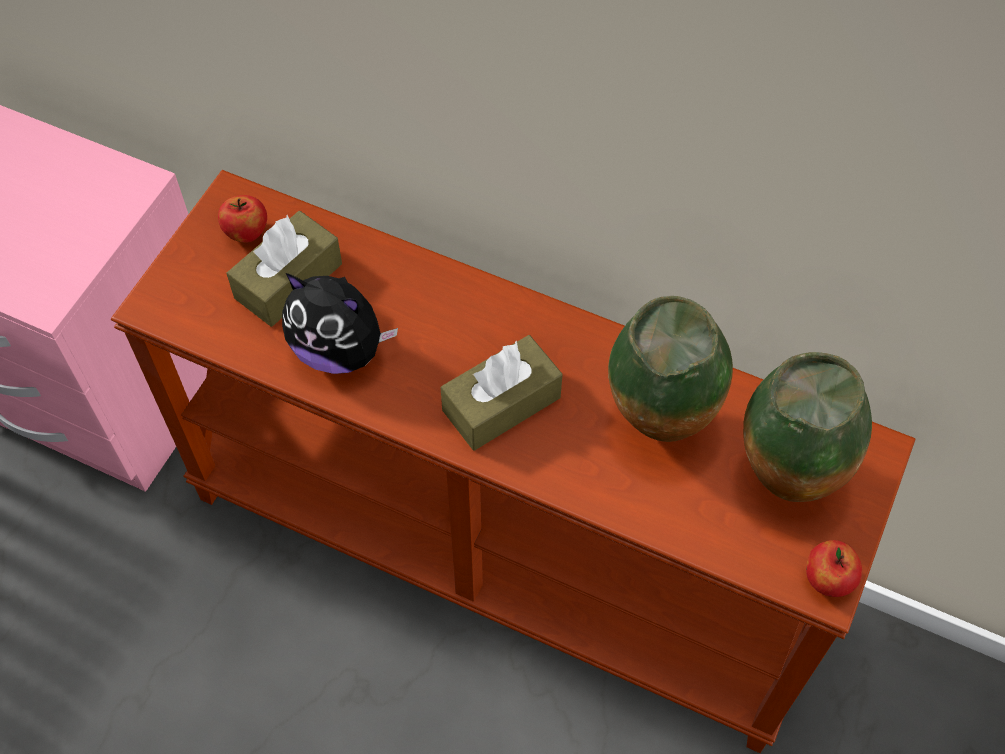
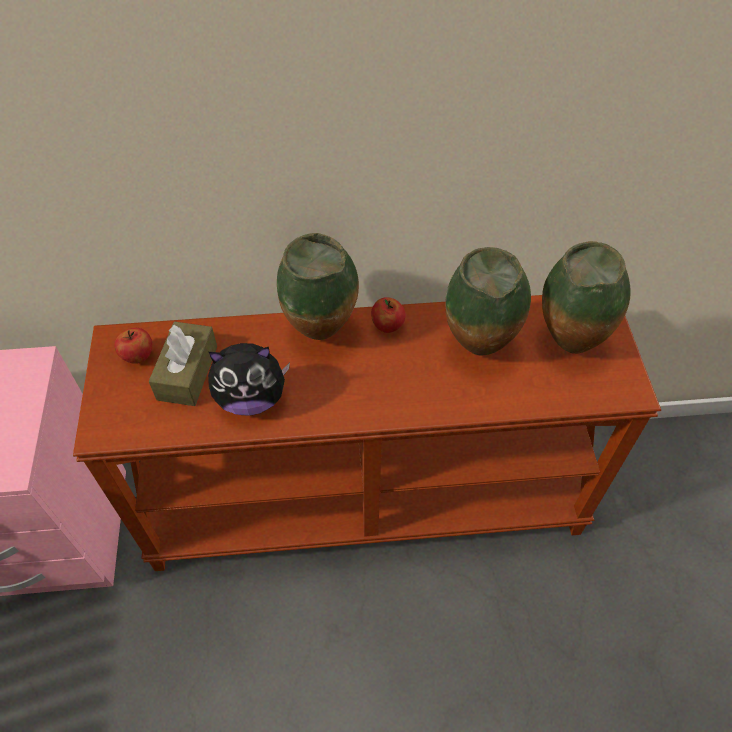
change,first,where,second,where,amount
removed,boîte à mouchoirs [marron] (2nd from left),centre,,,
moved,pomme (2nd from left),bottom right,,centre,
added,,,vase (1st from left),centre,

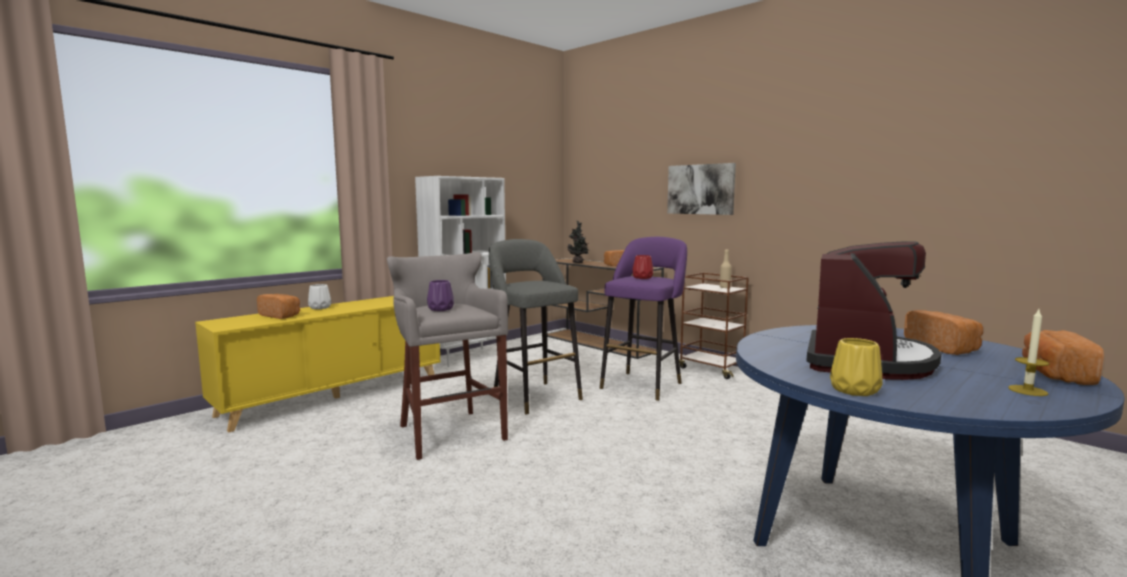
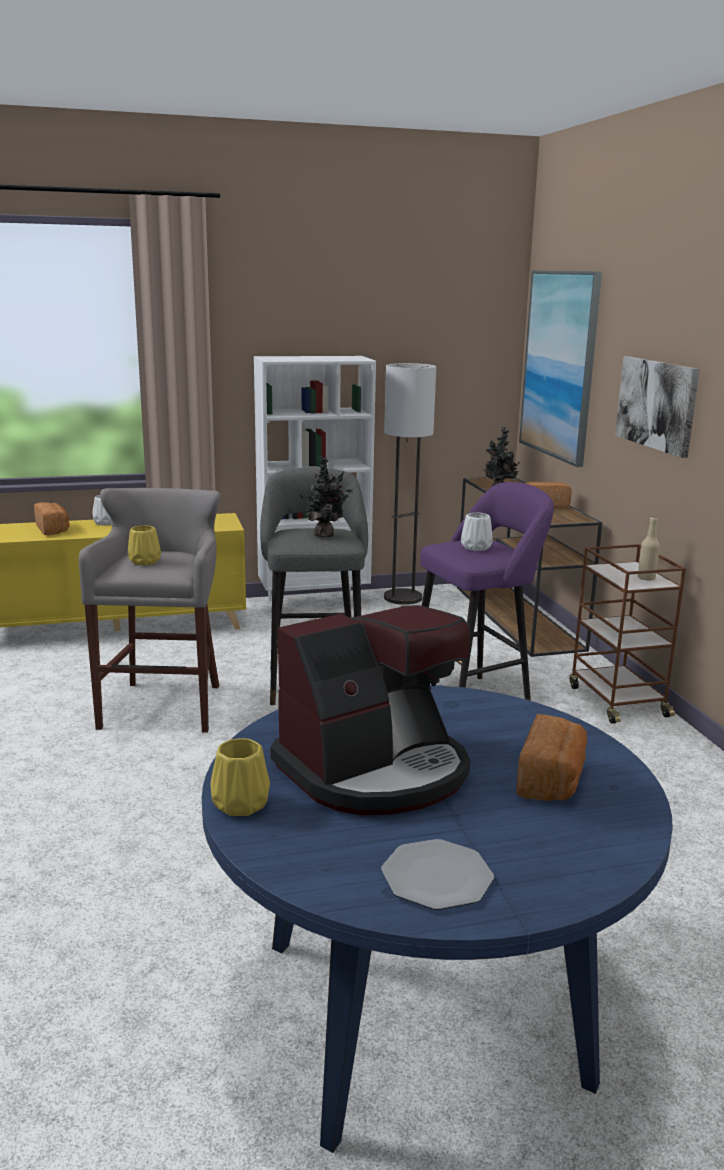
change,first,where,second,where,amount
recoloured,vase [rouge],centre,vase [blanc] (2nd from left),centre,
recoloured,vase [violet],centre,vase [jaune] (1st from left),middle left,
replaced,bougie,middle right,assiette,bottom centre,
removed,pain (4th from left),middle right,,,
added,,,tableau (1st from left),top right,
added,,,lampadaire,centre,
added,,,plante en pot (1st from left),centre,

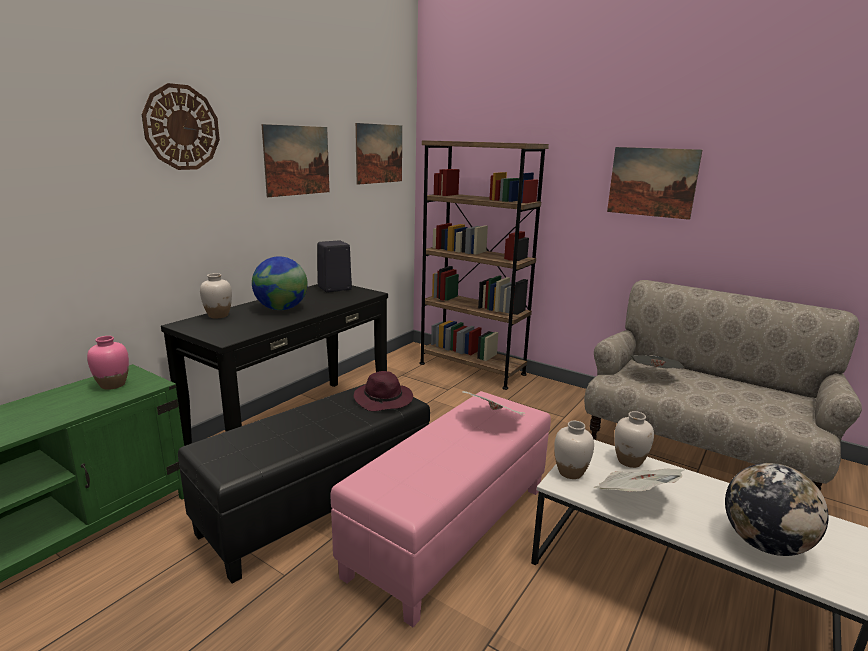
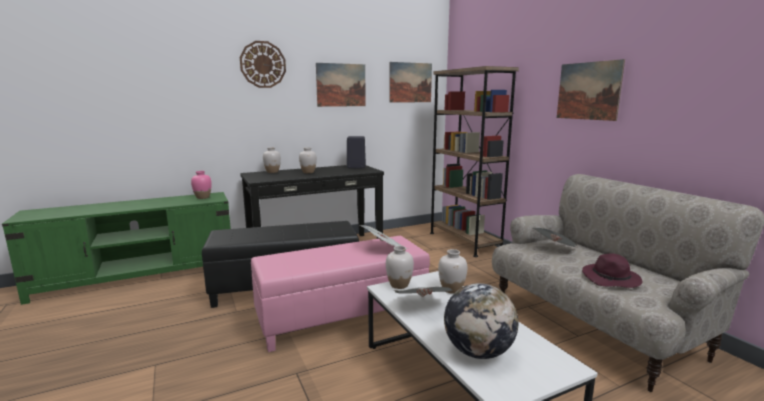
change,first,where,second,where,amount
replaced,globe (1st from left),middle left,vase [blanc] (2nd from left),centre,
moved,chapeau [violet],centre,,bottom right,

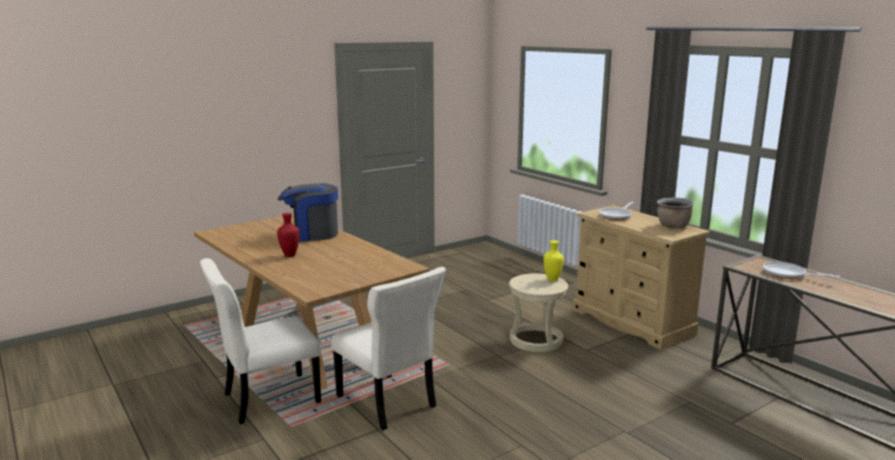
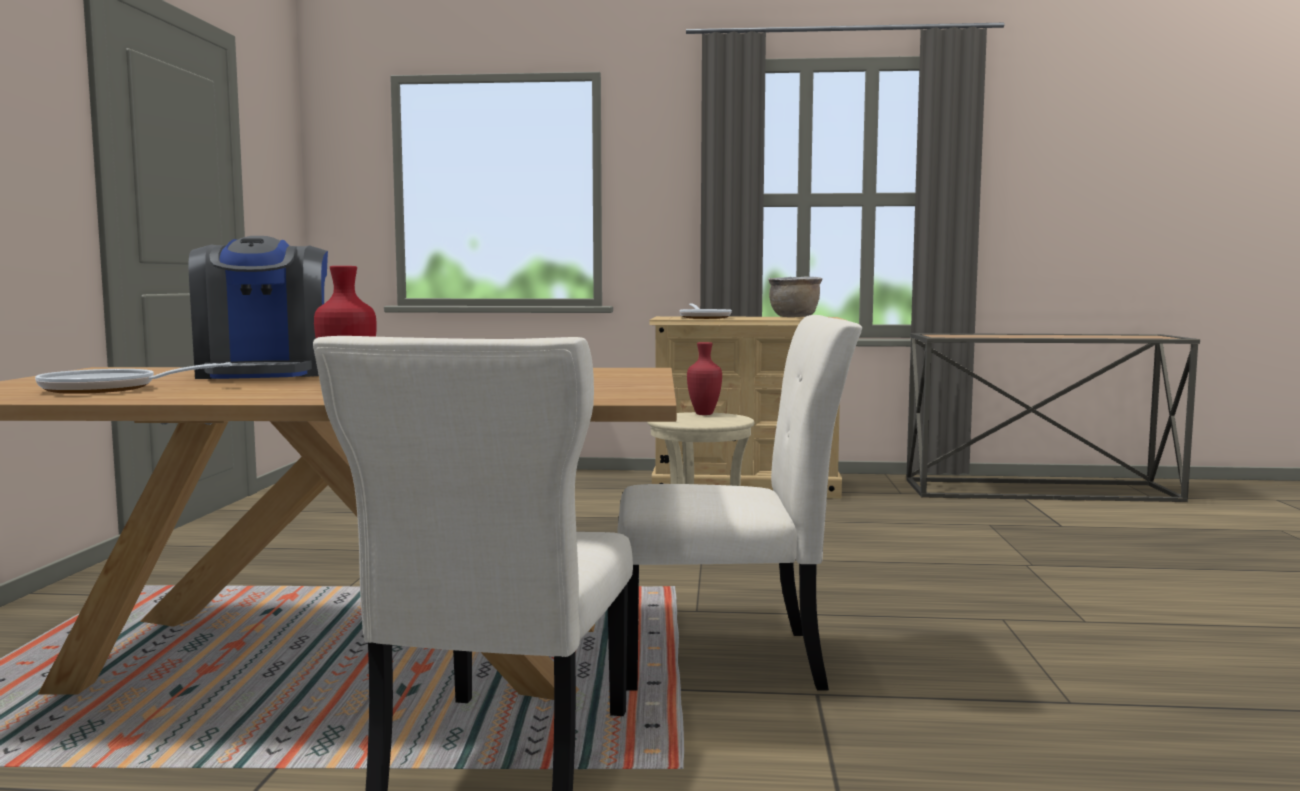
change,first,where,second,where,amount
turned,machine à café,centre,,middle left,45 degrees counterclockwise
recoloured,vase [jaune],centre,vase [rouge] (2nd from left),centre,
moved,poêle (2nd from left in the first image),middle right,poêle (1st from left),middle left,

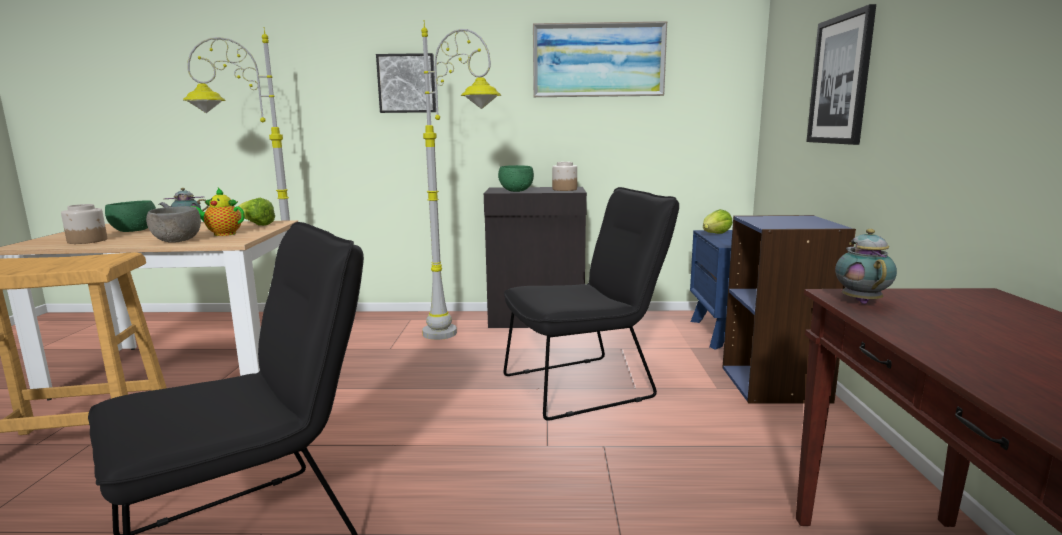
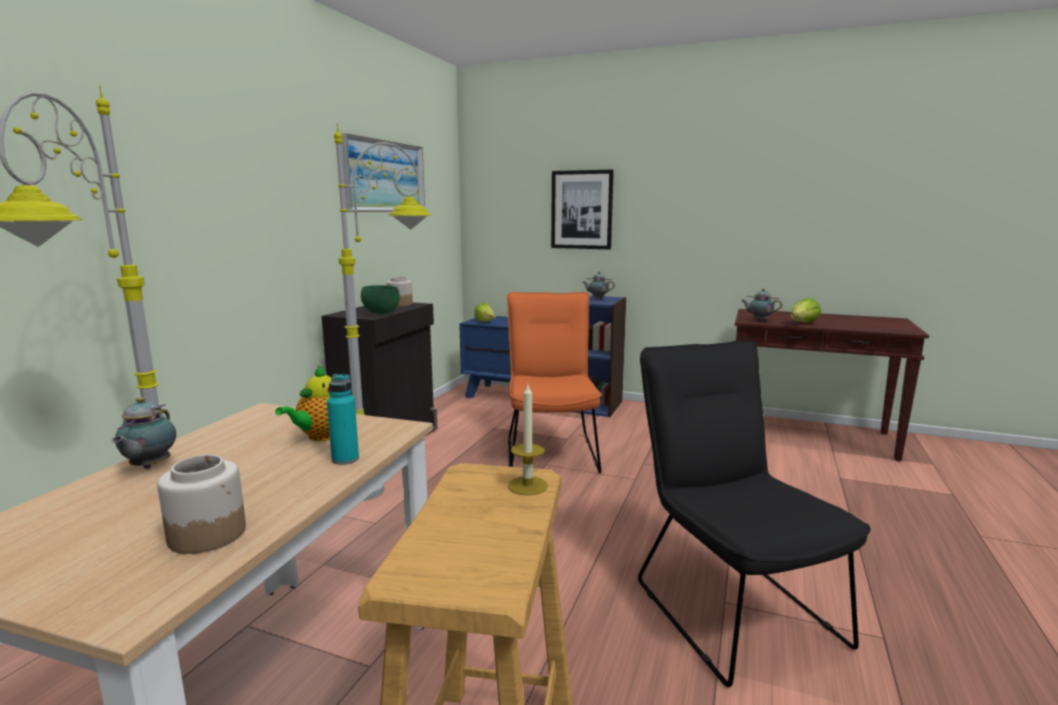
change,first,where,second,where,amount
removed,tableau (1st from left),top centre,,,
recoloured,chaise [noir] (2nd from left),centre,chaise [orange],centre,
moved,laitue (1st from left in the first image),middle left,laitue (2nd from left),middle right,
removed,bol [vert] (1st from left),middle left,,,
replaced,bol [gris],middle left,bouteille [turquoise],middle left,
added,,,théière (3rd from left),centre,
added,,,bougie,centre,

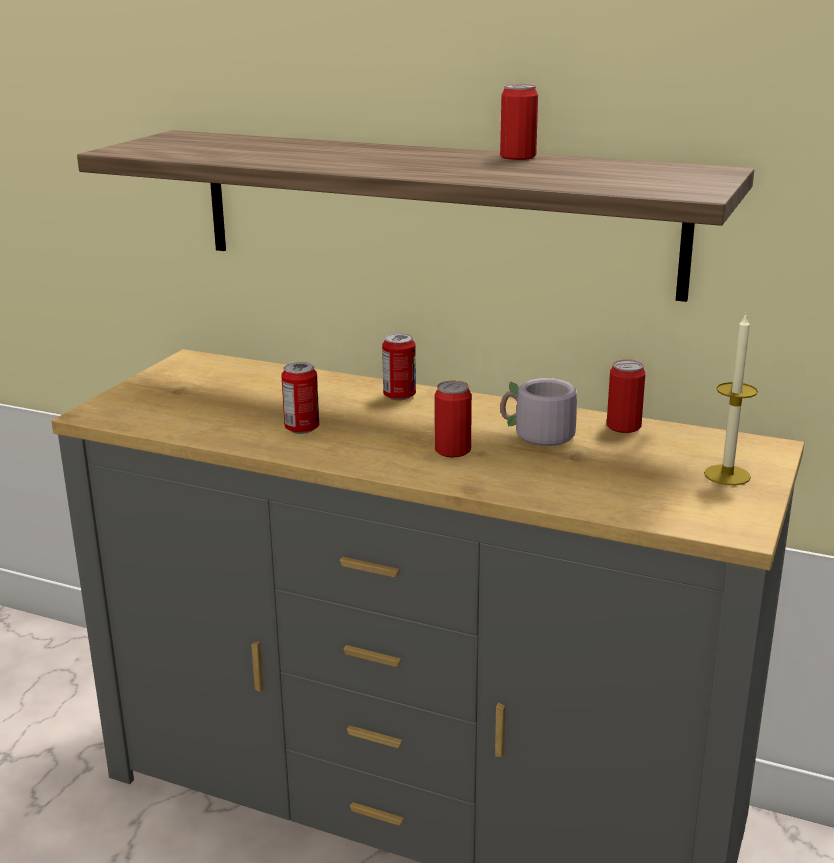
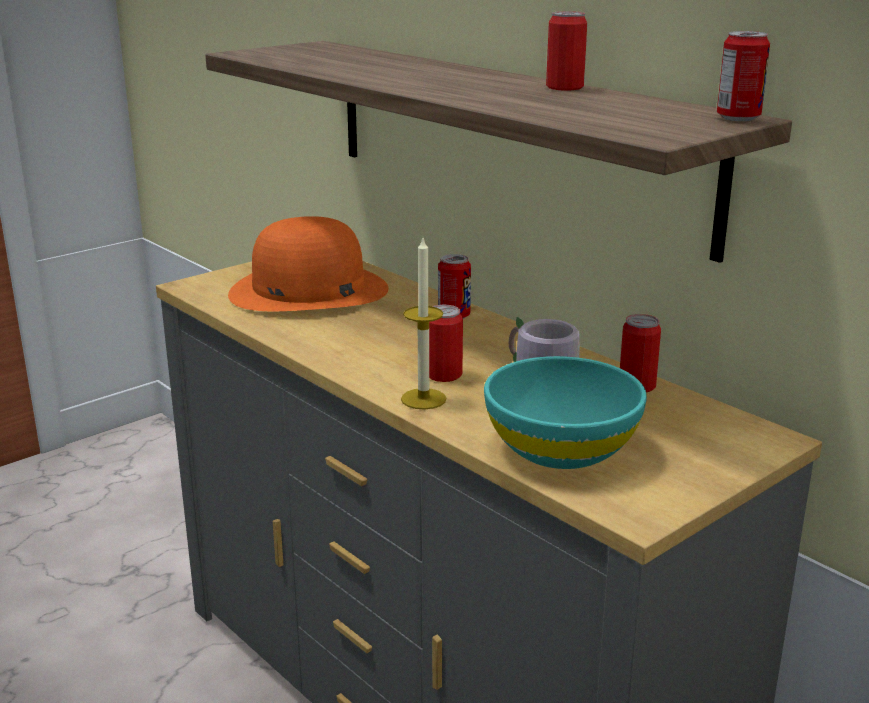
change,first,where,second,where,amount
moved,bougie,middle right,,centre,
moved,boîte métallique (1st from left in the first image),centre,boîte métallique (5th from left),top right,
added,,,chapeau [orange],centre,
added,,,bol [turquoise],centre,

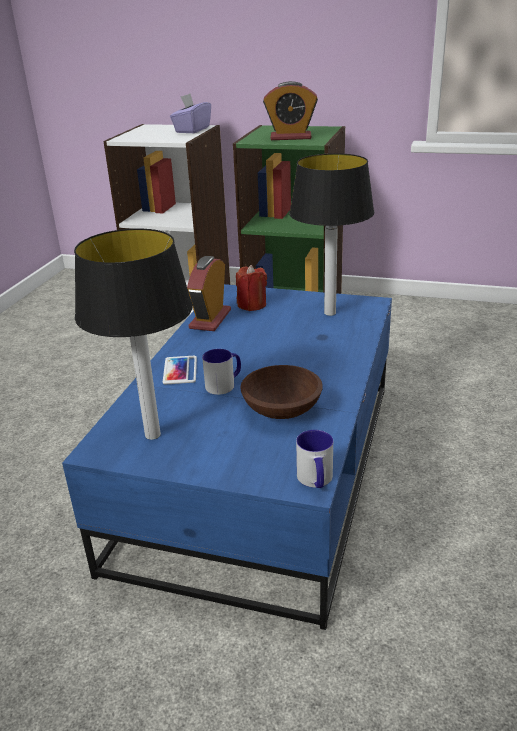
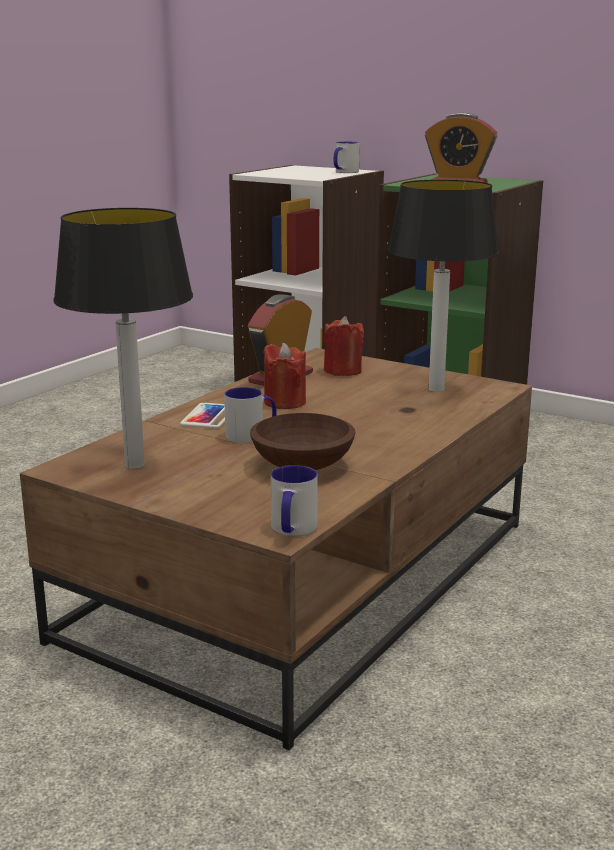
change,first,where,second,where,amount
replaced,boîte à mouchoirs [violet],top centre,mug (3rd from left),top centre,
recoloured,table basse [bleu],centre,table basse [marron],centre,
added,,,bougie [rouge] (1st from left),centre,

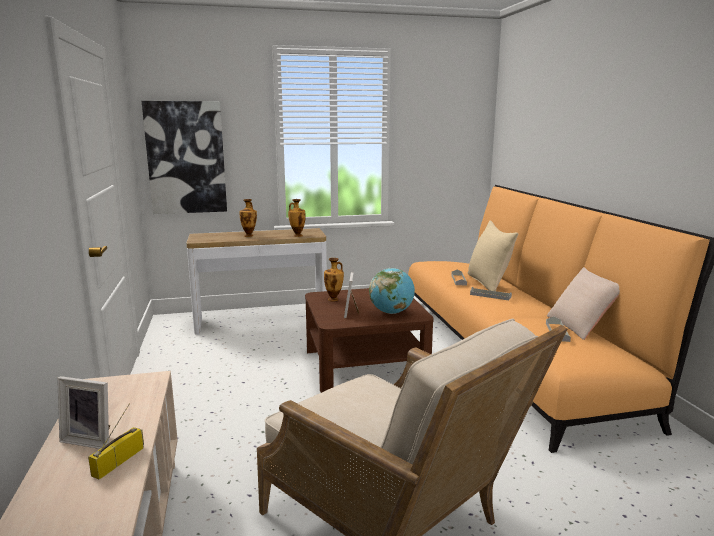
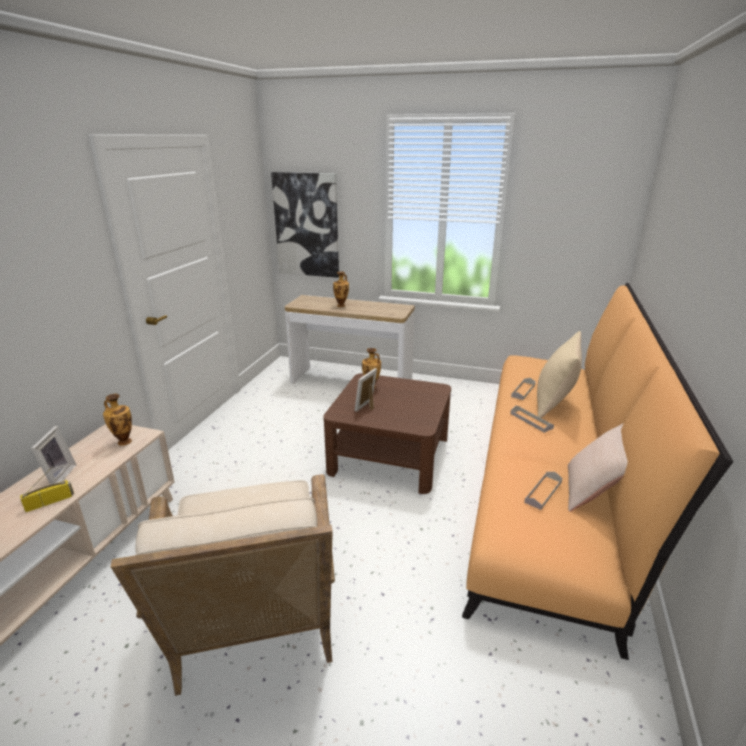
change,first,where,second,where,amount
moved,vase (2nd from left in the first image),centre,vase (1st from left),middle left,
removed,globe,centre,,,
turned,cadre photo (1st from left),bottom left,,middle left,135 degrees counterclockwise

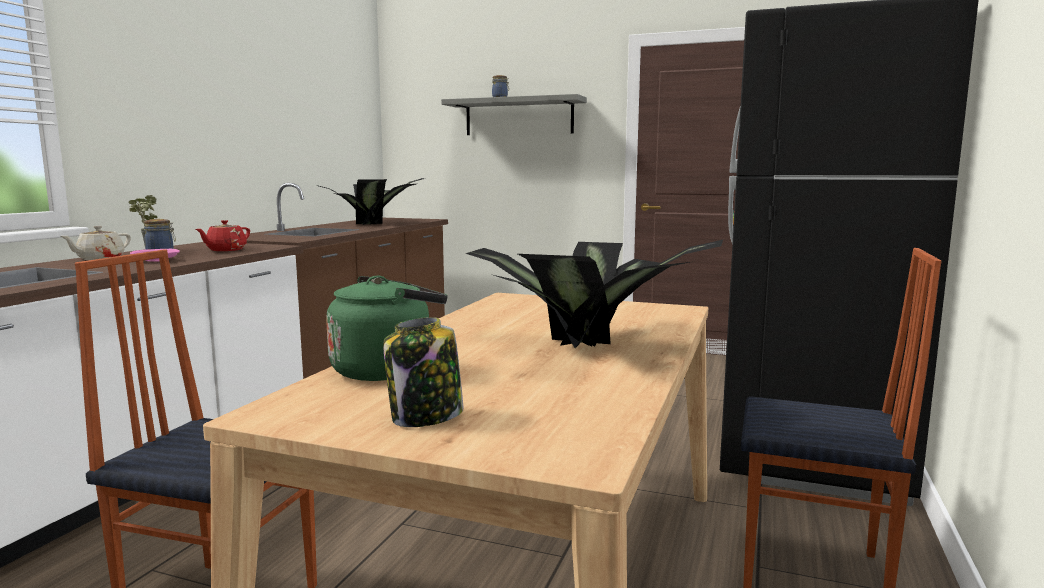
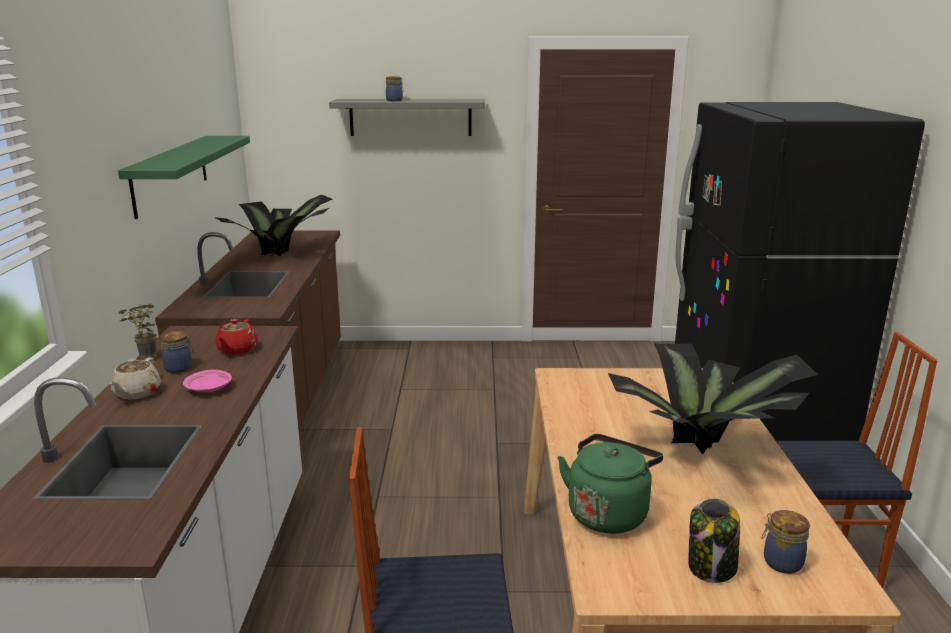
change,first,where,second,where,amount
added,,,étagère [vert],top left,
added,,,bocal (4th from left),bottom right,

